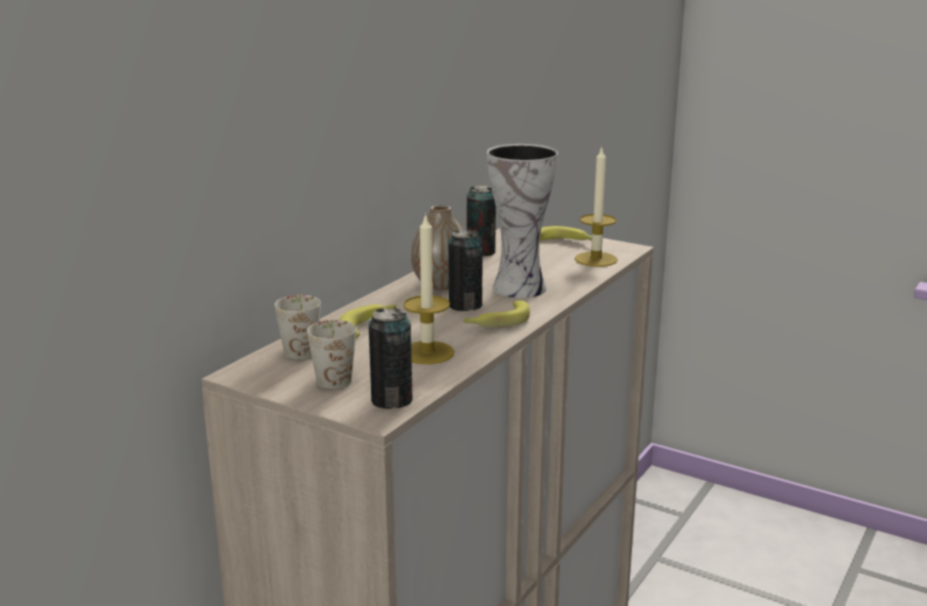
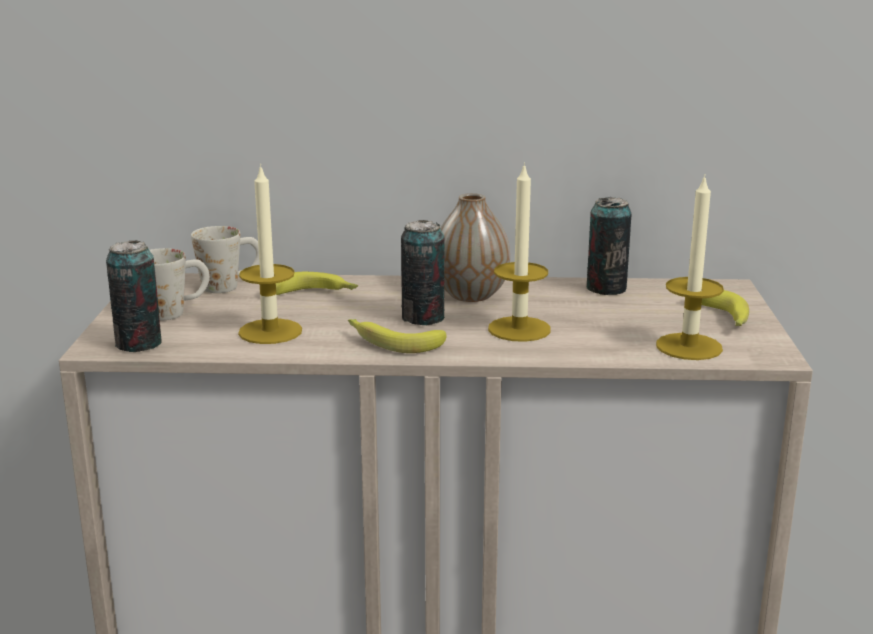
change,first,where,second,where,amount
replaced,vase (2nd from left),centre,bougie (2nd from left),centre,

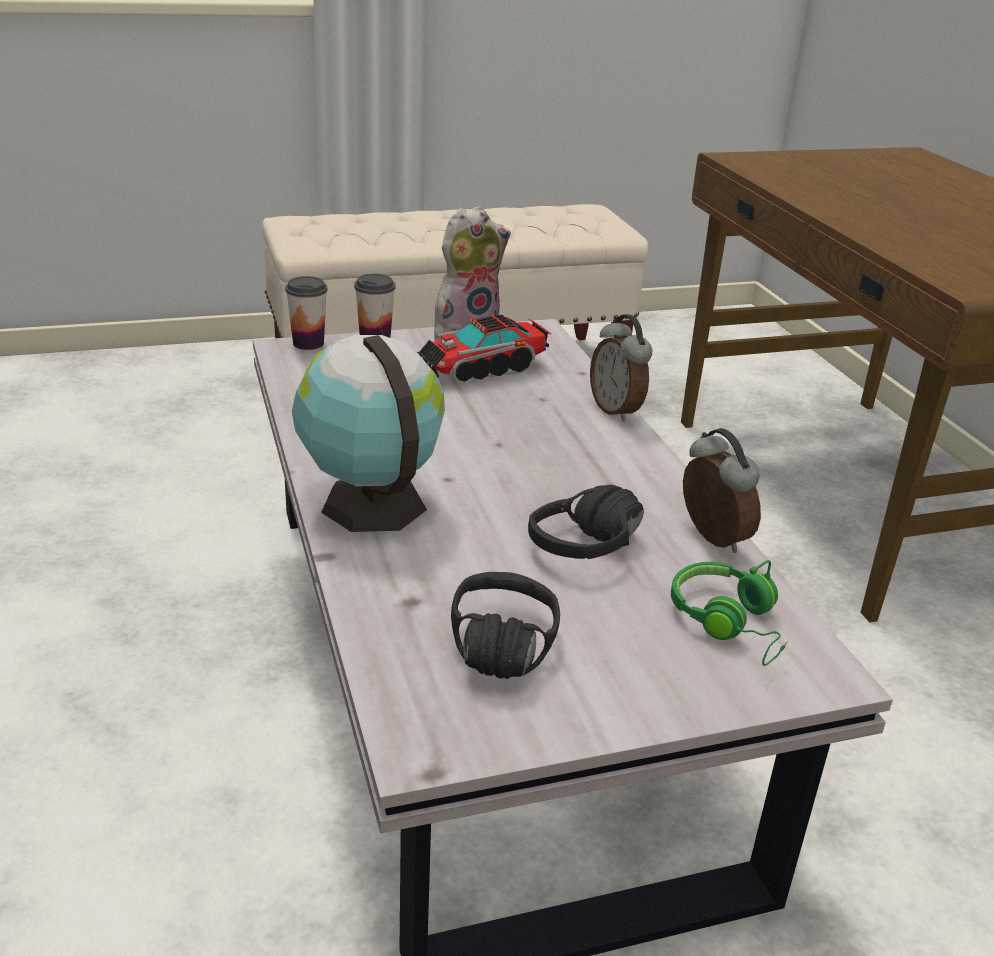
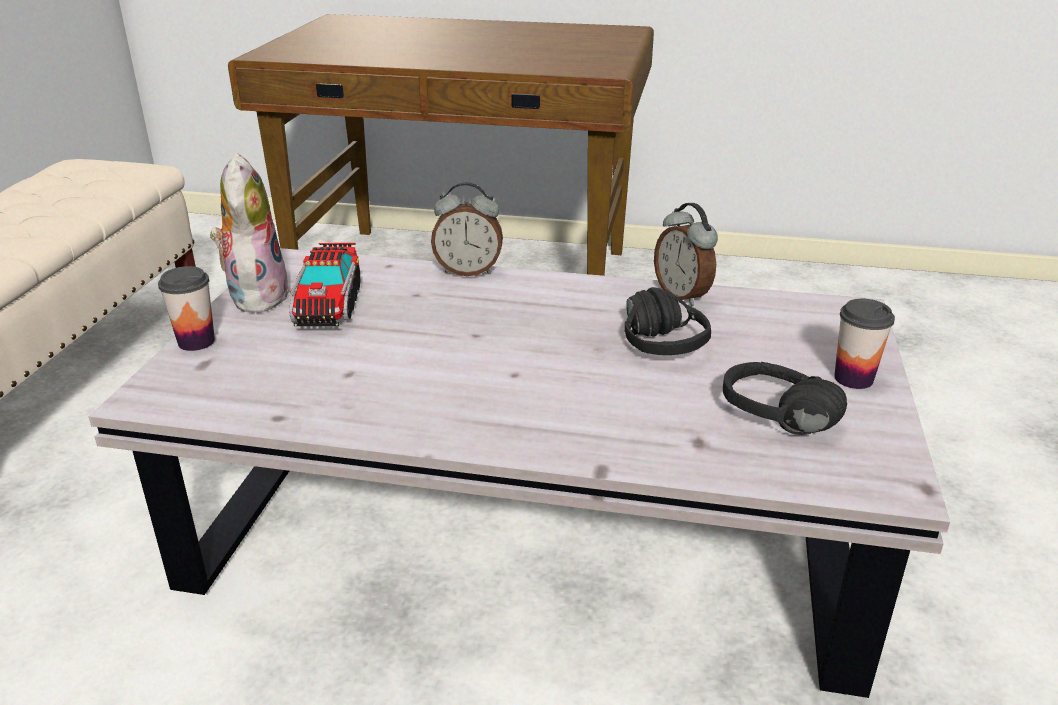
change,first,where,second,where,amount
moved,tasse (1st from left in the first image),top left,tasse (2nd from left),middle right,
removed,globe,centre,,,
turned,réveil (2nd from left),middle right,,centre,120 degrees counterclockwise
removed,casque audio [vert],middle right,,,

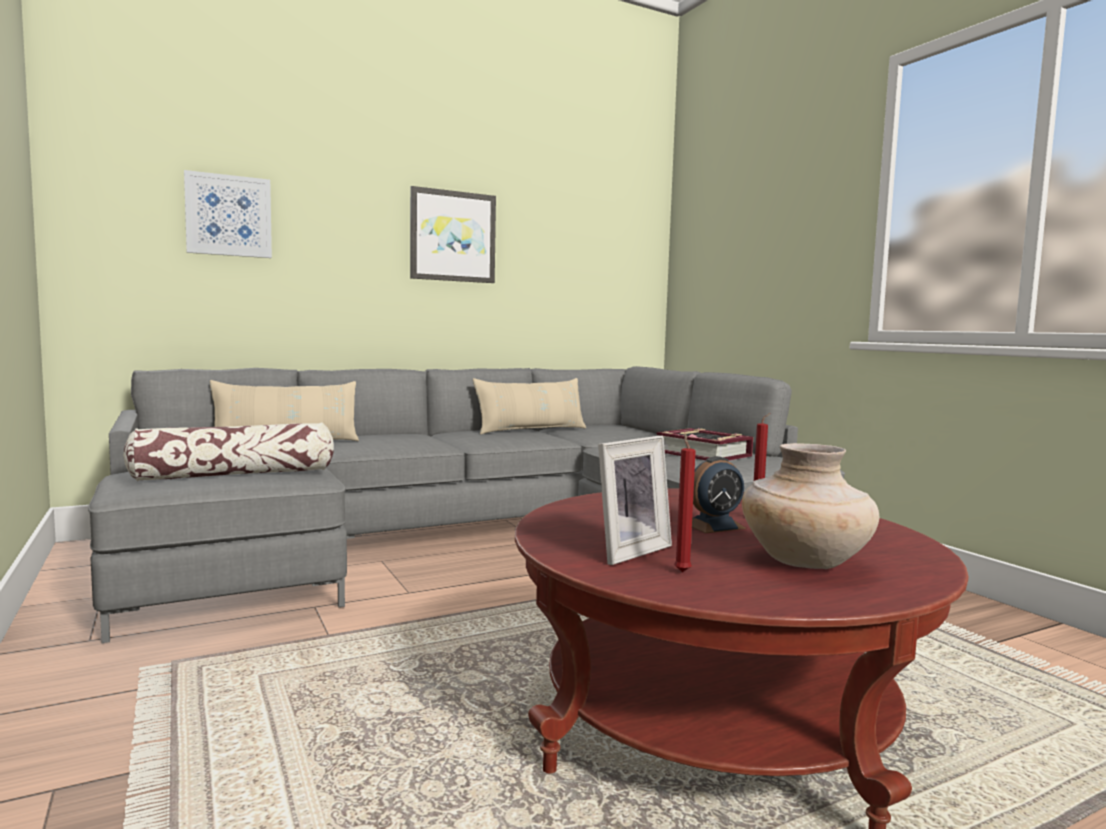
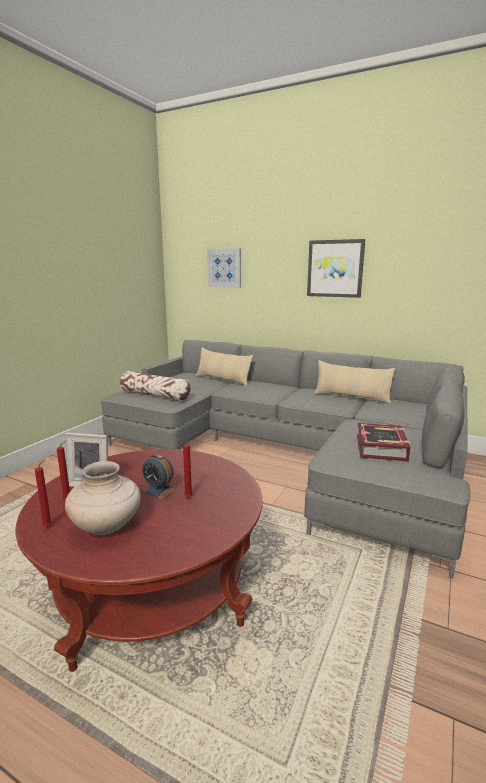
change,first,where,second,where,amount
added,,,bougie [rouge] (1st from left),middle left,

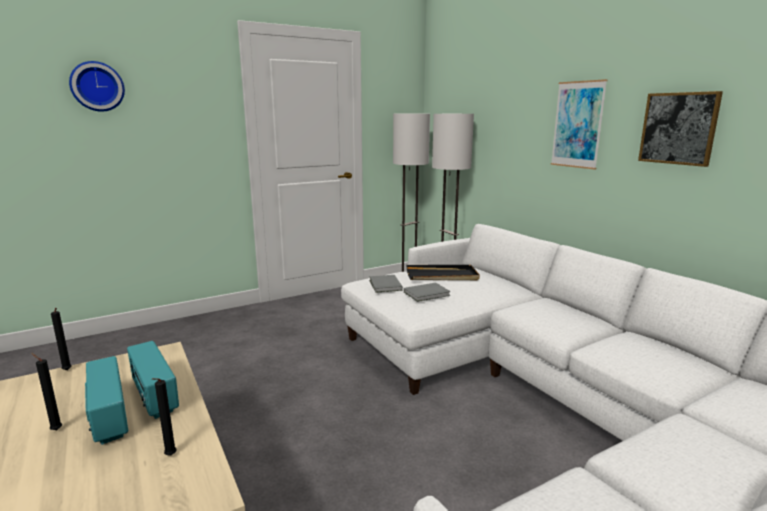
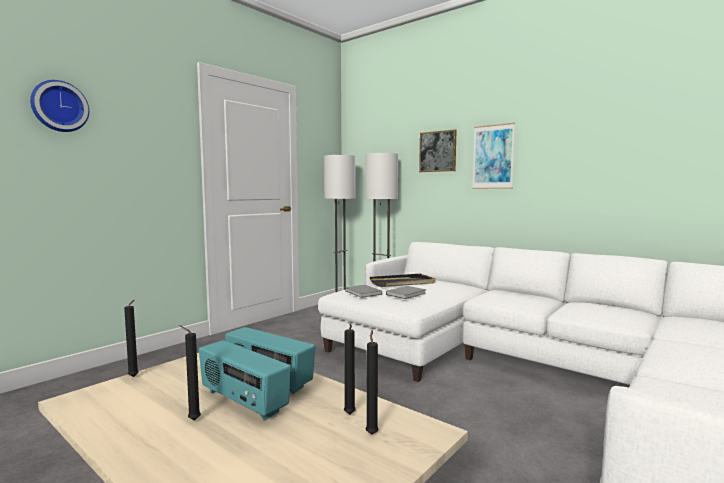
change,first,where,second,where,amount
moved,tableau (2nd from left in the first image),top right,tableau (1st from left),top centre,
added,,,bougie [noir] (4th from left),bottom centre,

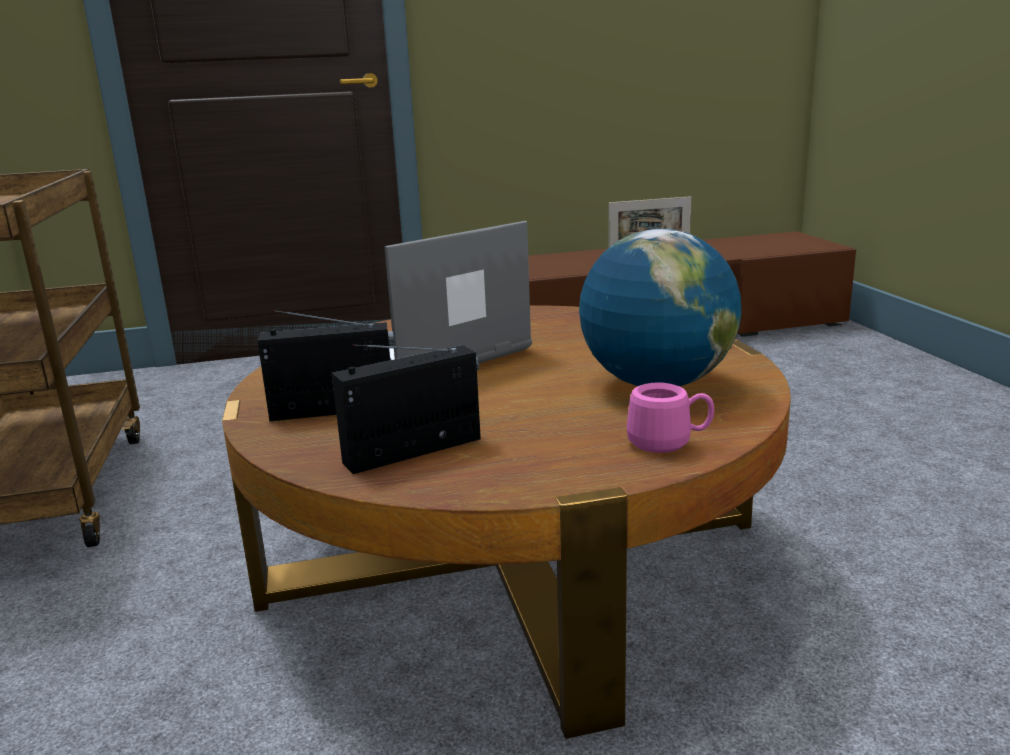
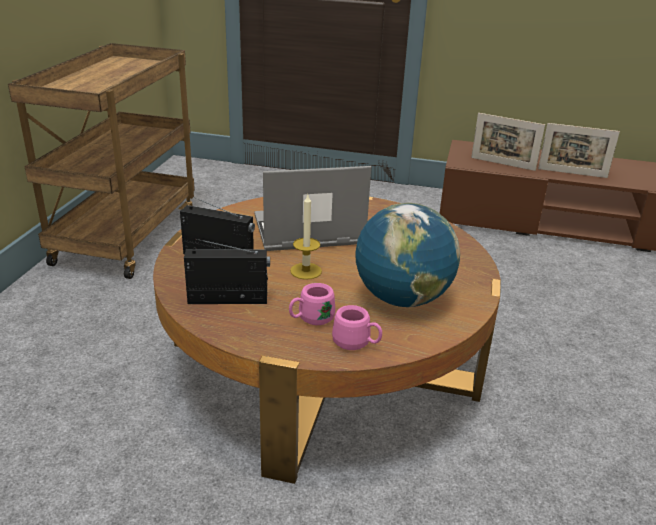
change,first,where,second,where,amount
added,,,cadre photo (1st from left),top right,
added,,,bougie,centre,
added,,,mug [rose] (1st from left),centre,

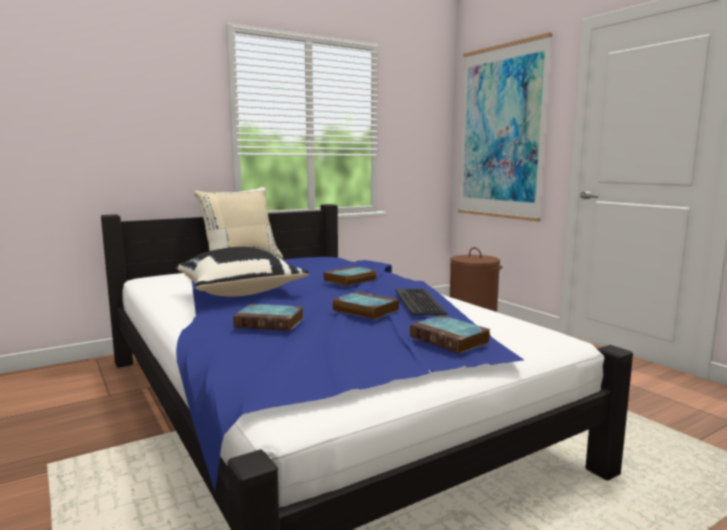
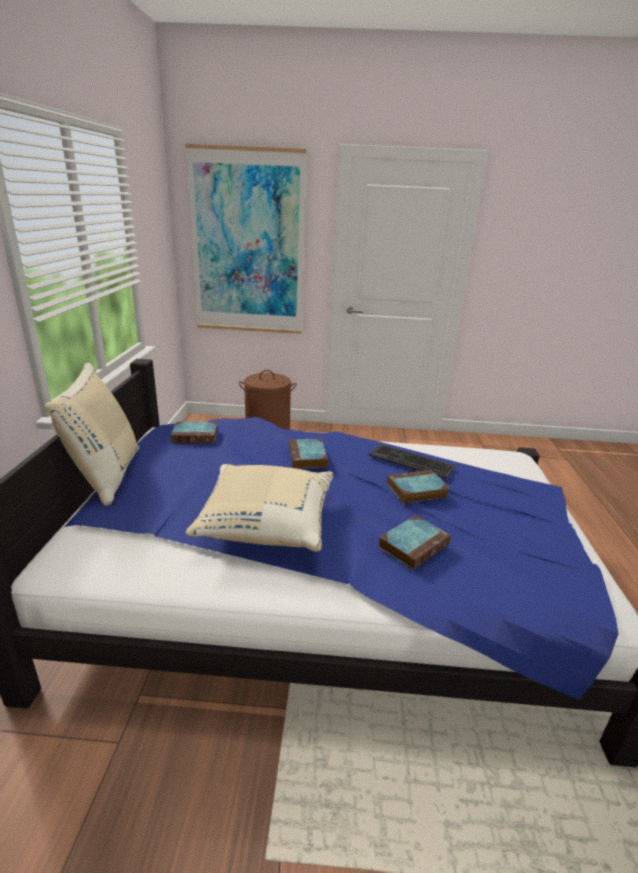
change,first,where,second,where,amount
recoloured,coussin [noir],middle left,coussin [beige] (2nd from left),centre,
moved,livre (4th from left in the first image),centre,livre (1st from left),middle left,

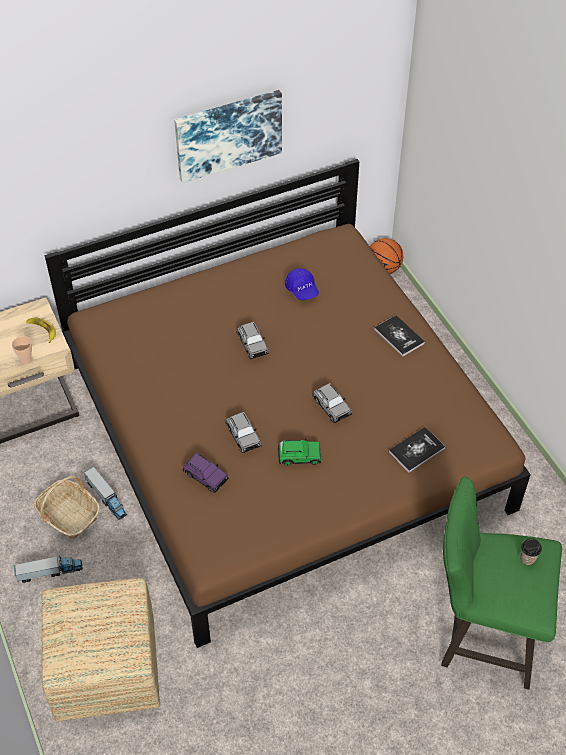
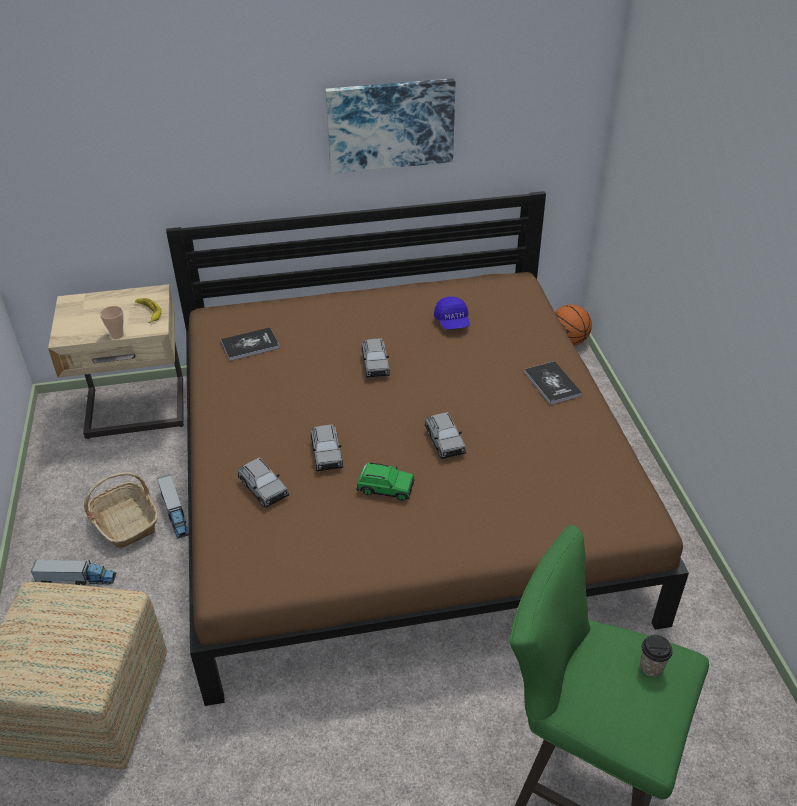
change,first,where,second,where,amount
moved,livre (2nd from left in the first image),middle right,livre (1st from left),middle left,
recoloured,petite voiture [violet],centre,petite voiture [gris] (1st from left),middle left,

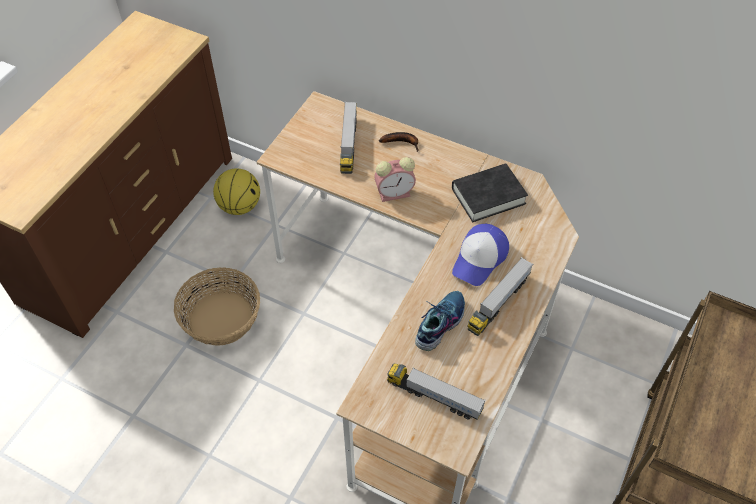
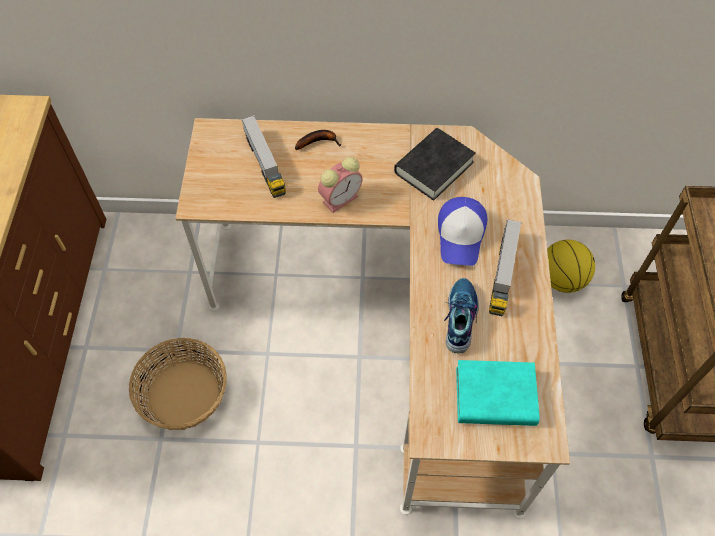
change,first,where,second,where,amount
moved,ballon de basket,middle left,,middle right,
replaced,camion jouet (2nd from left),bottom centre,livre [turquoise],bottom right,

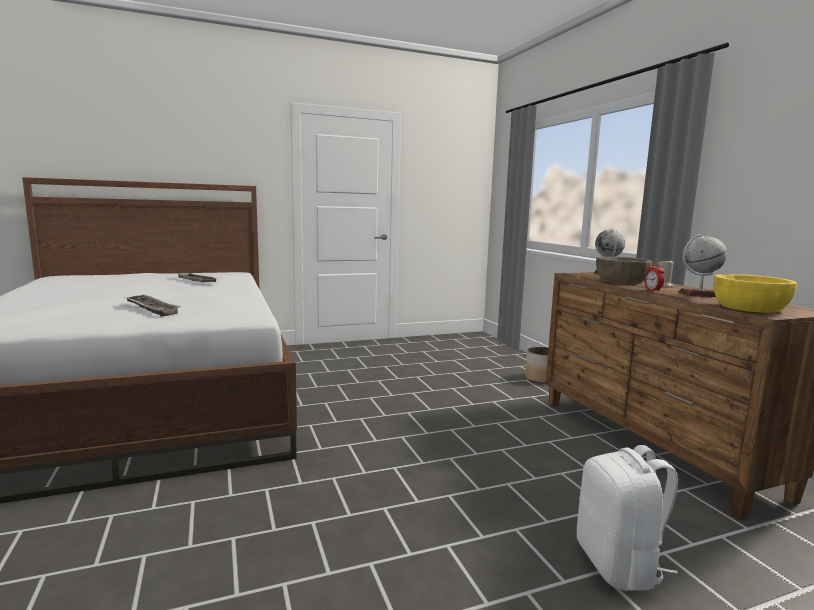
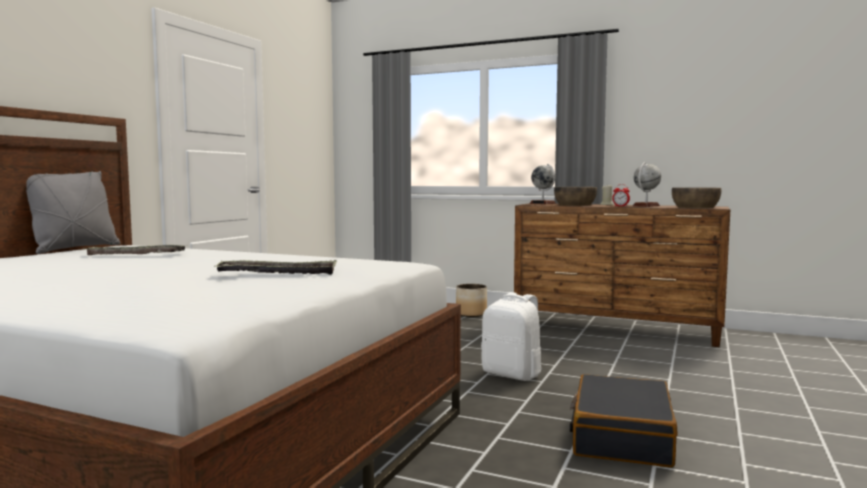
change,first,where,second,where,amount
recoloured,bol [jaune],middle right,bol [marron] (2nd from left),middle right,
moved,sac à dos [blanc],bottom right,,bottom centre,
added,,,coussin [gris],middle left,
added,,,valise [noir],bottom right,

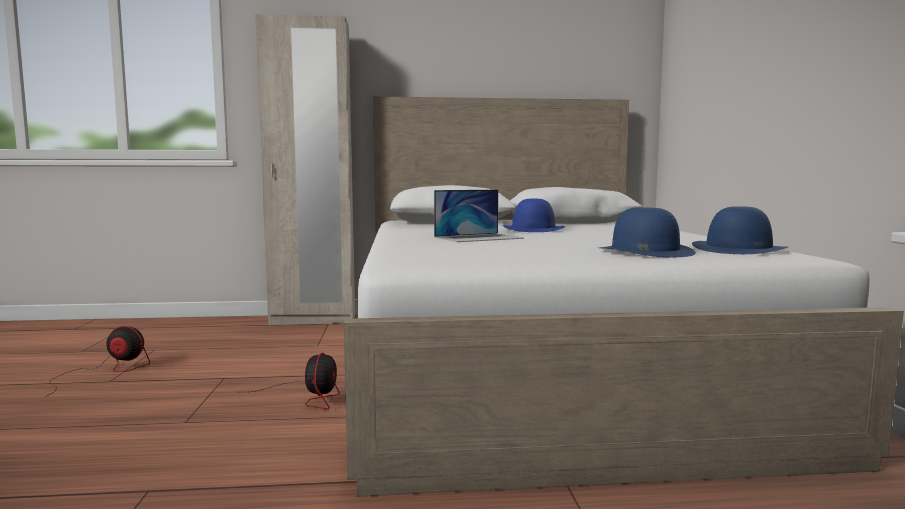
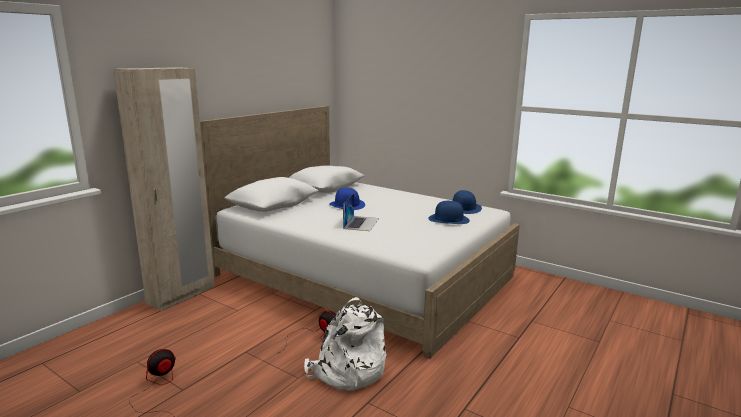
change,first,where,second,where,amount
added,,,sac à dos [blanc],bottom centre,

